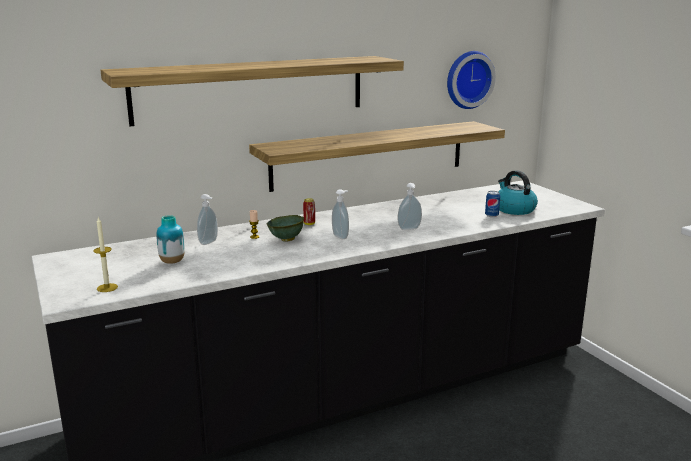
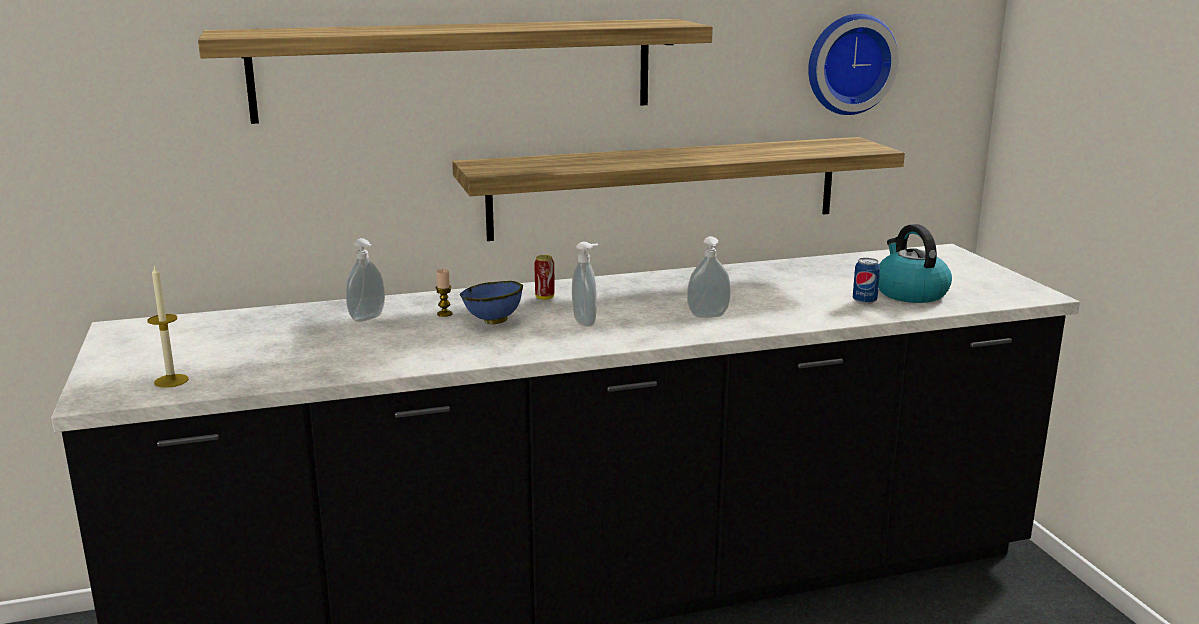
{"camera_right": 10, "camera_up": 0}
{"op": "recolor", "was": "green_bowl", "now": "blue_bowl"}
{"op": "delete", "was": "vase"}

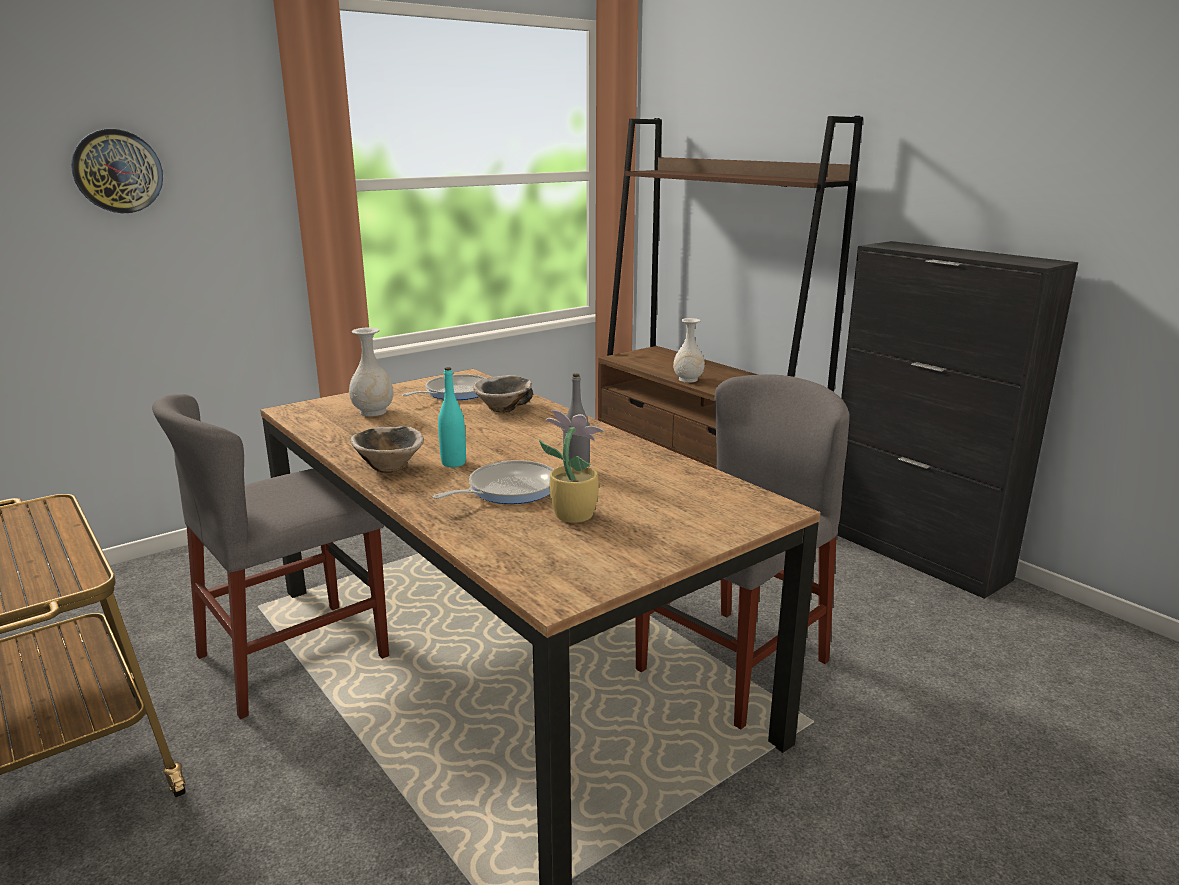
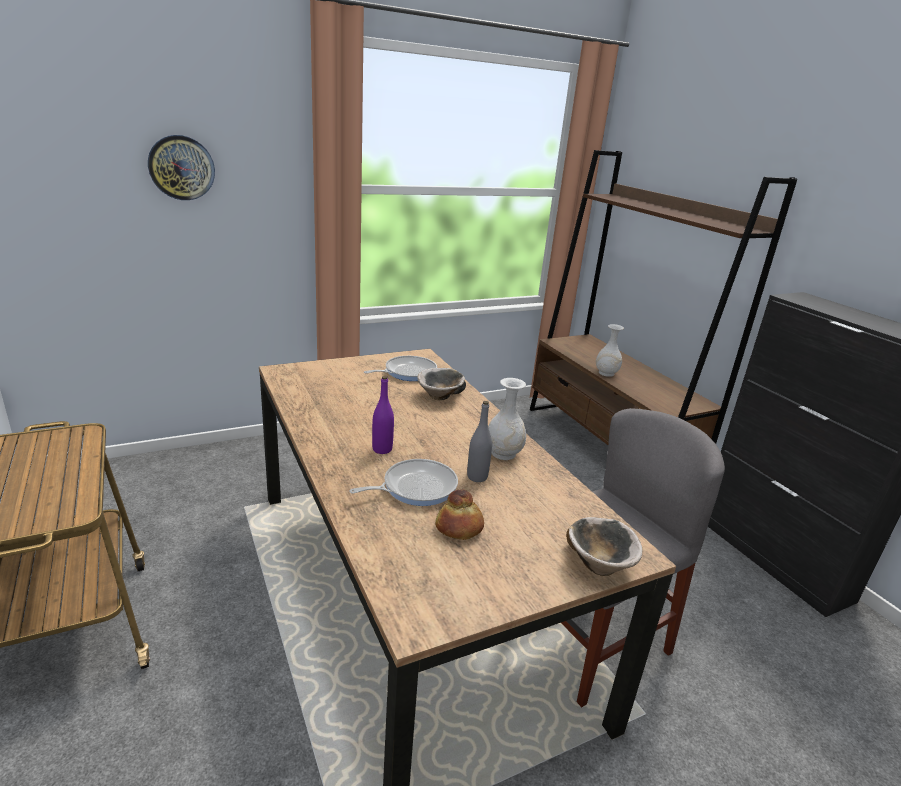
{"camera_right": 10, "camera_up": 5}
{"op": "recolor", "was": "turquoise_bottle", "now": "purple_bottle"}
{"op": "replace", "was": "potted_plant", "now": "bread"}
{"op": "move", "was": "white_vase (1st from left)"}
{"op": "move", "was": "bowl (1st from left in the first image)", "now": "bowl (2nd from left)"}
{"op": "delete", "was": "grey_chair (1st from left)"}

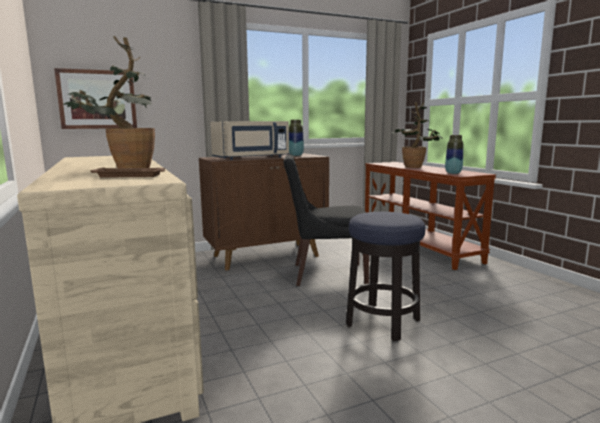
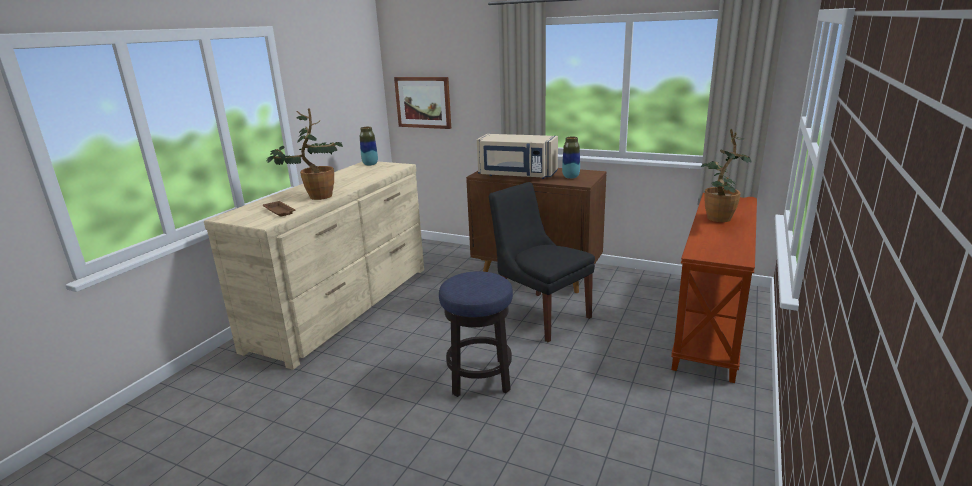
{"camera_right": 50, "camera_up": 10}
{"op": "move", "was": "vase (2nd from left in the first image)", "now": "vase (1st from left)"}

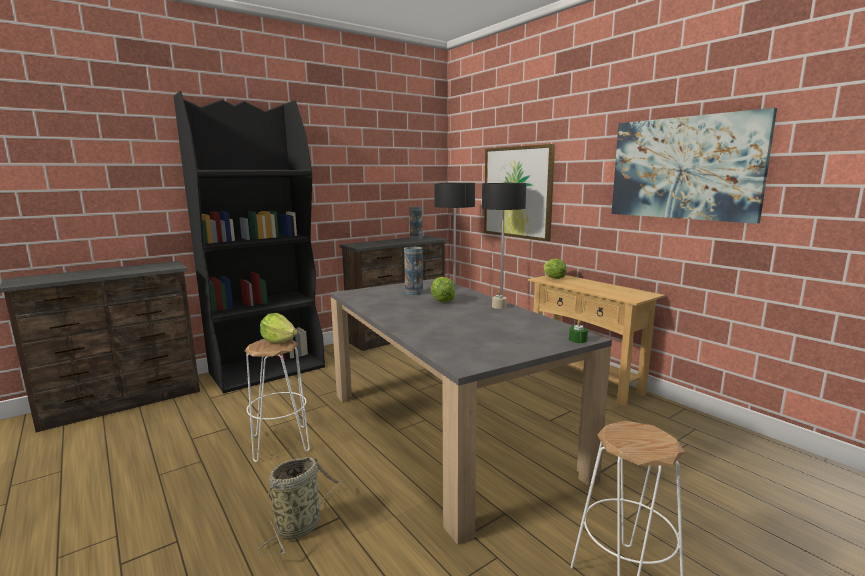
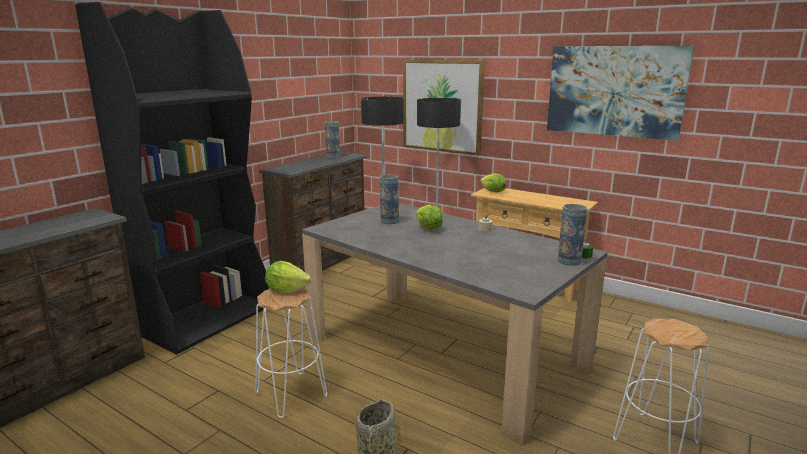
{"camera_right": -20, "camera_up": 5}
{"op": "insert", "now": "vase (3rd from left)"}

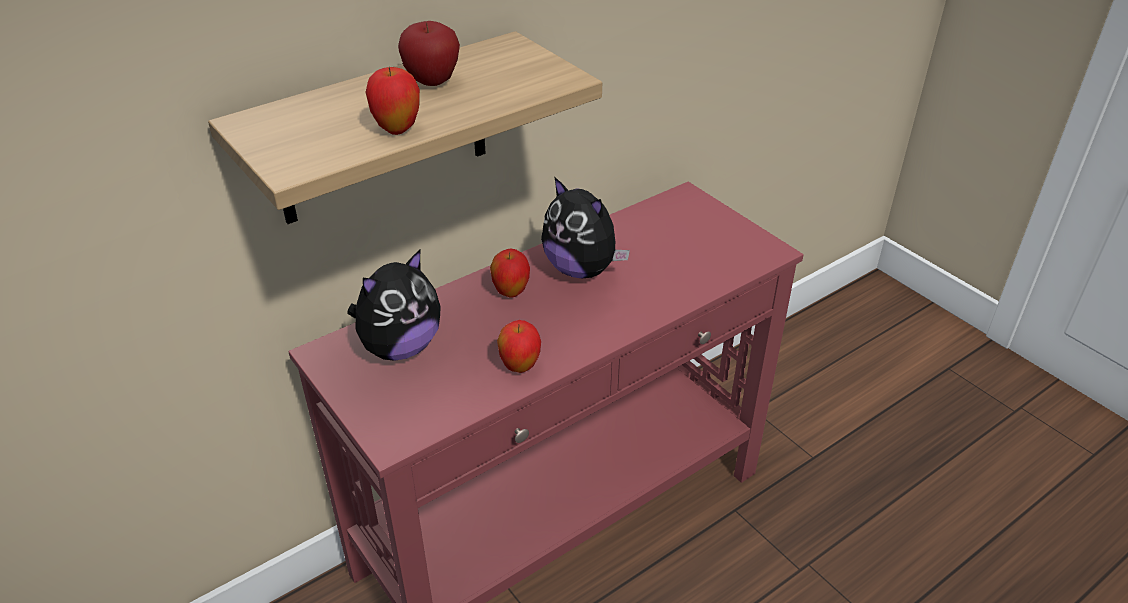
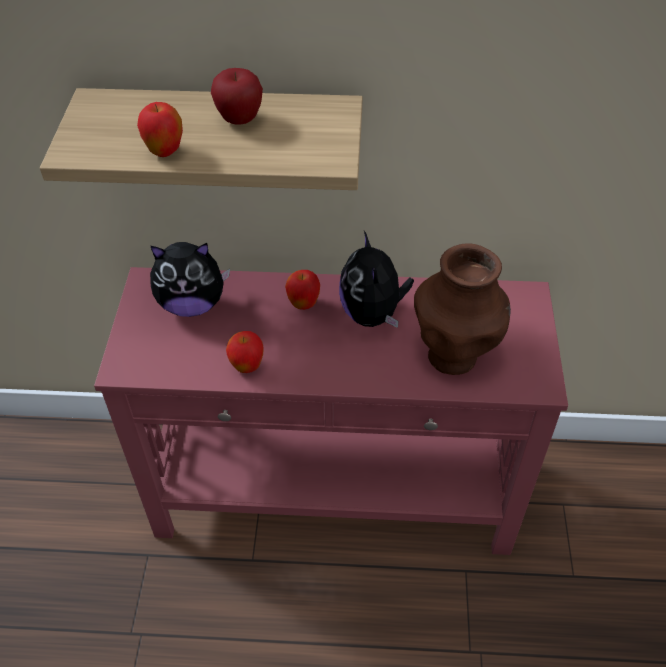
{"camera_right": 40, "camera_up": 10}
{"op": "insert", "now": "brown_vase"}

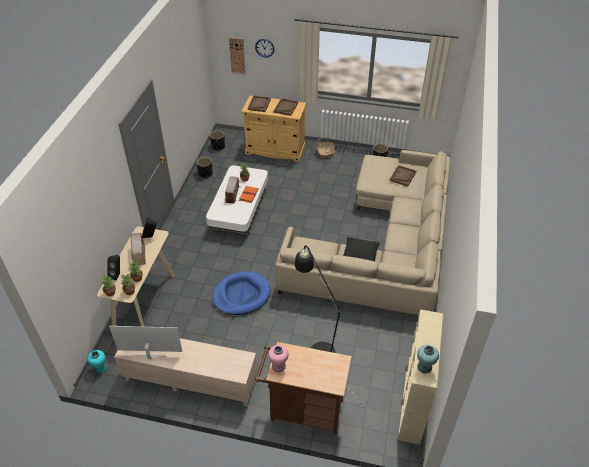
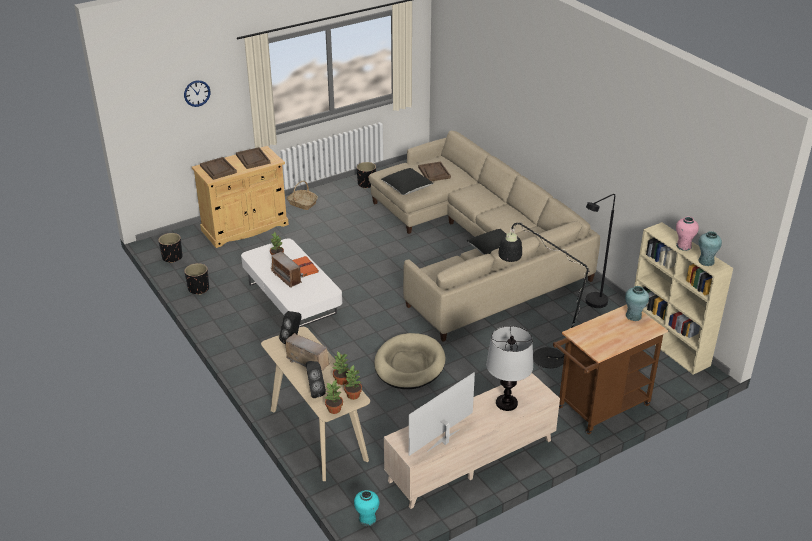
{"camera_right": -45, "camera_up": -10}
{"op": "recolor", "was": "blue_dog_bed", "now": "beige_dog_bed"}
{"op": "insert", "now": "black_pillow (1st from left)"}
{"op": "insert", "now": "table_lamp"}
{"op": "insert", "now": "black_floor_lamp (2nd from left)"}
{"op": "insert", "now": "turquoise_vase (2nd from left)"}
{"op": "move", "was": "pink_vase"}
{"op": "delete", "was": "wall_clock (1st from left)"}

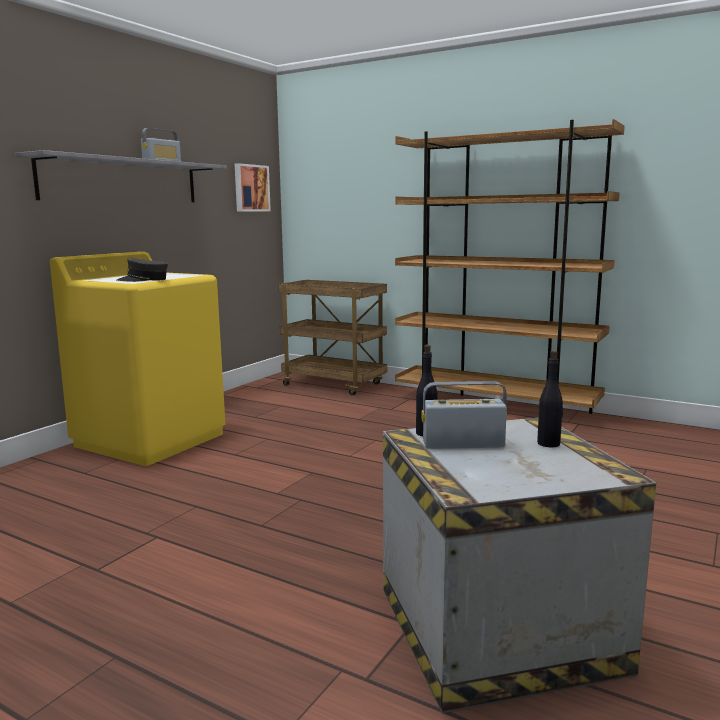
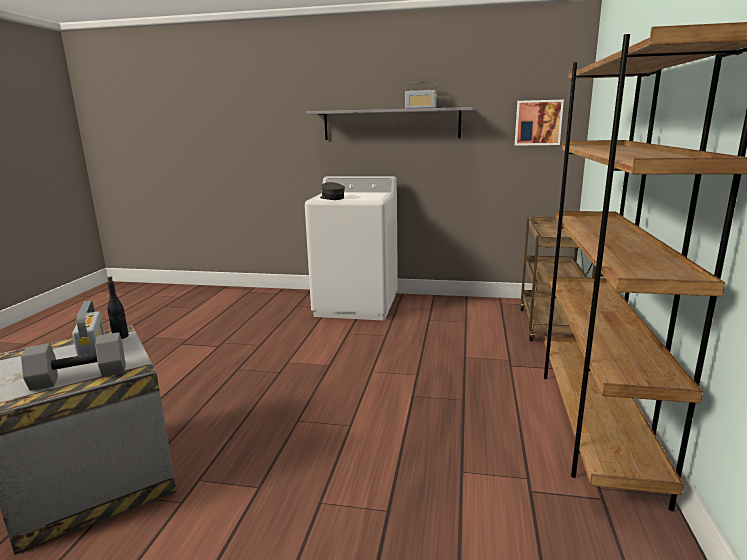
{"camera_right": 70, "camera_up": 5}
{"op": "replace", "was": "black_bottle (2nd from left)", "now": "grey_dumbbell"}
{"op": "recolor", "was": "yellow_washing_machine", "now": "white_washing_machine"}

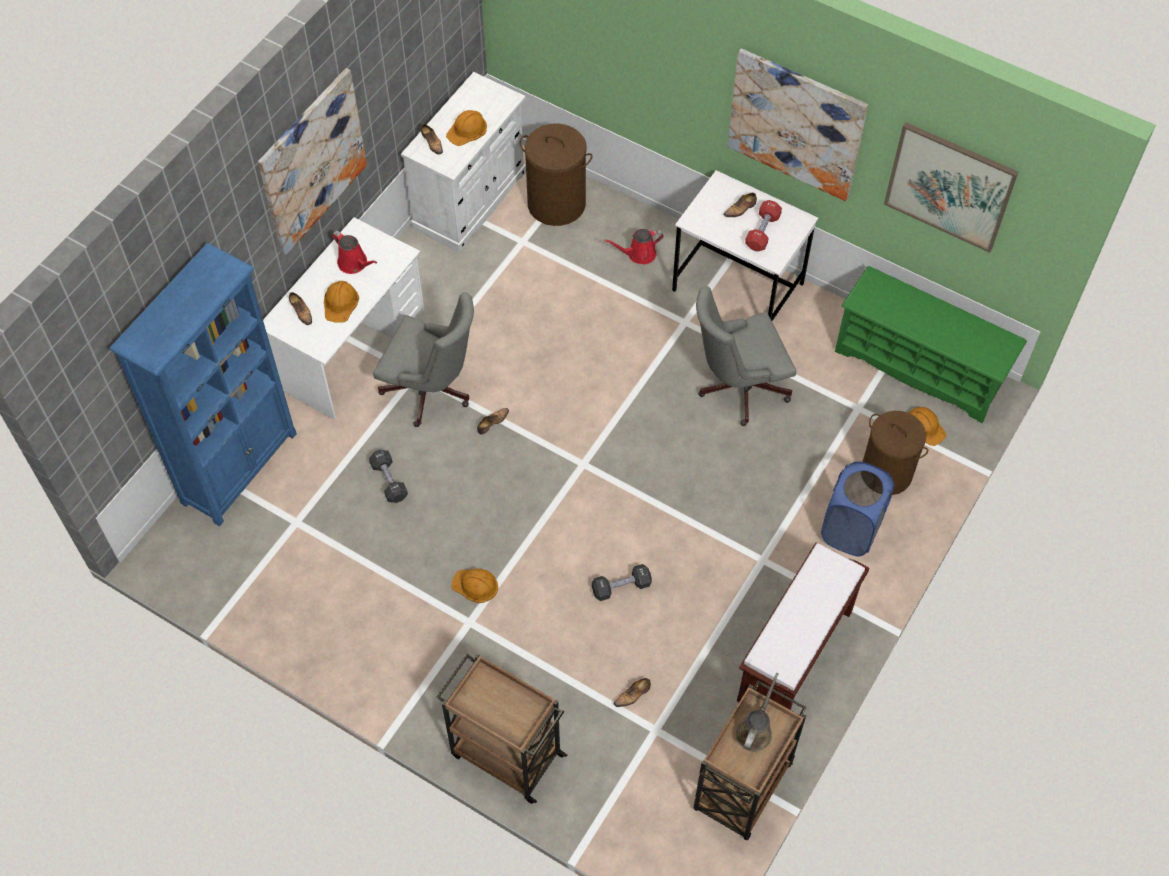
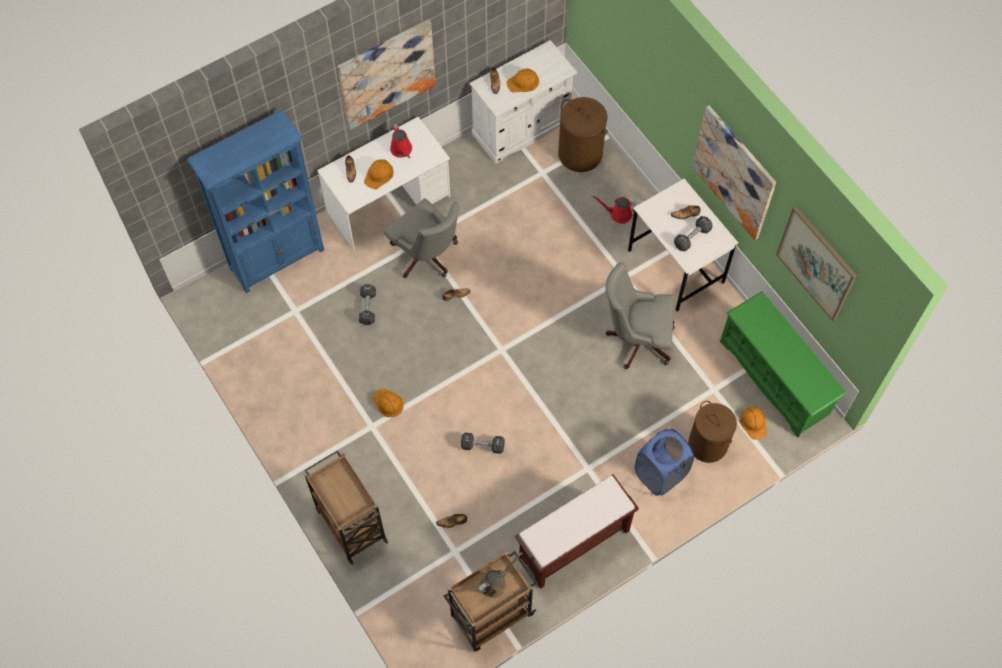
{"camera_right": 25, "camera_up": 5}
{"op": "recolor", "was": "red_dumbbell", "now": "black_dumbbell (3rd from left)"}

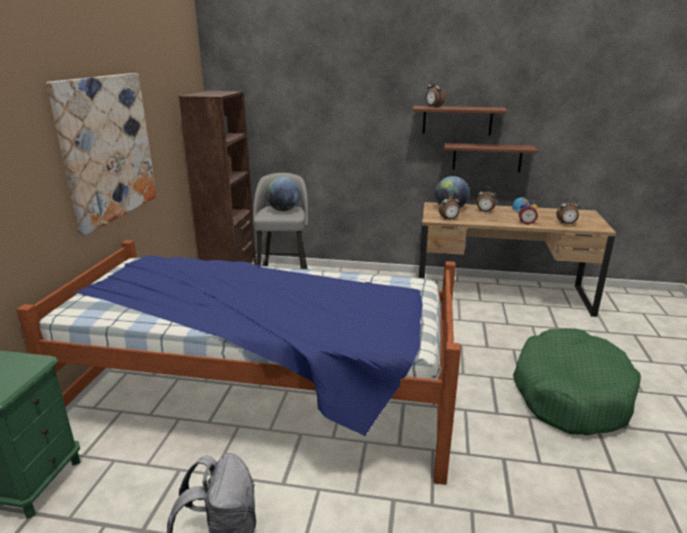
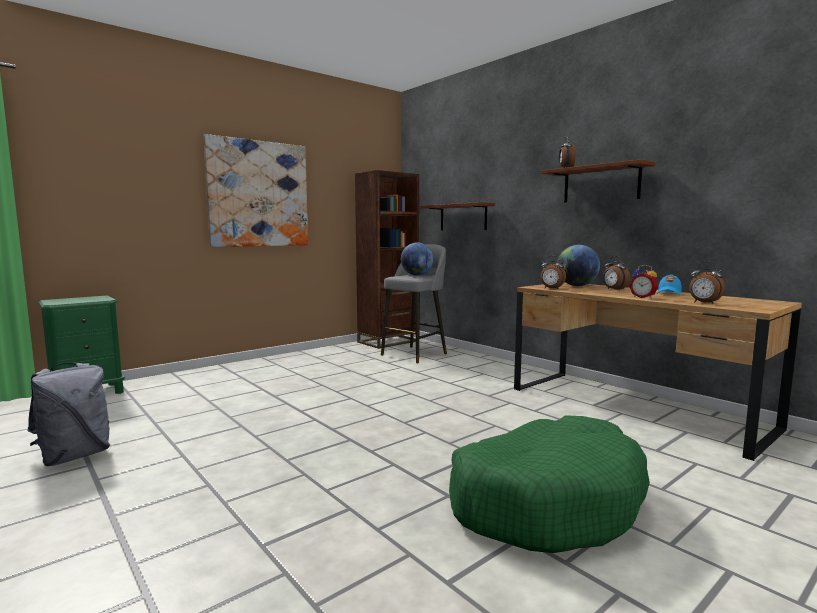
{"camera_right": 40, "camera_up": -15}
{"op": "move", "was": "brown_shelf (2nd from left in the first image)", "now": "brown_shelf (1st from left)"}
{"op": "delete", "was": "bed"}

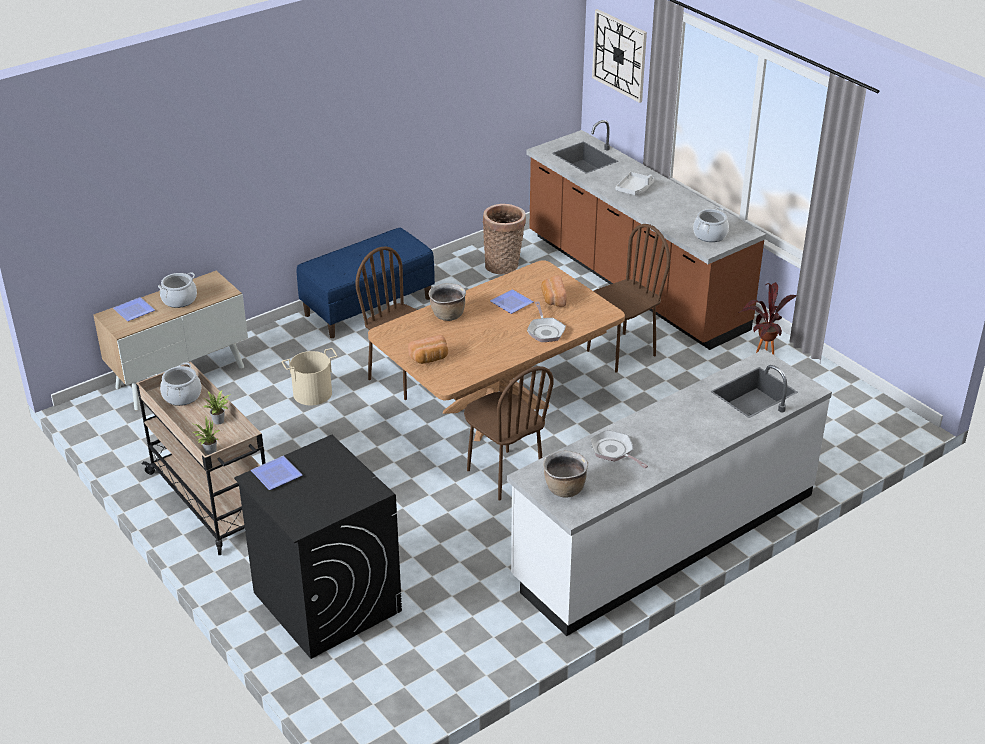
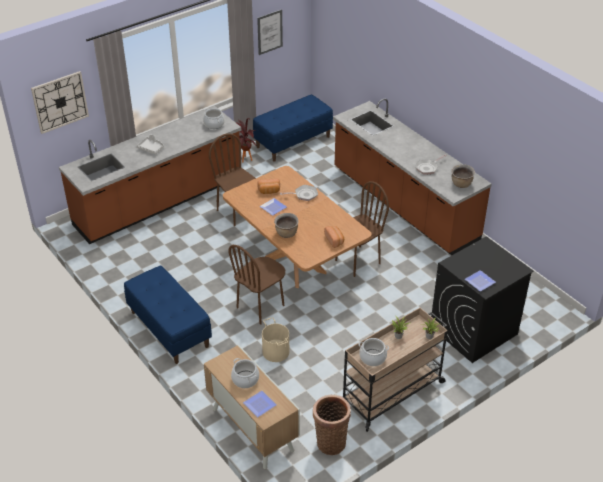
{"camera_right": -90, "camera_up": 5}
{"op": "insert", "now": "blue_bench (2nd from left)"}
{"op": "insert", "now": "picture"}
{"op": "move", "was": "basket"}
{"op": "recolor", "was": "white_counter", "now": "brown_counter (2nd from left)"}

